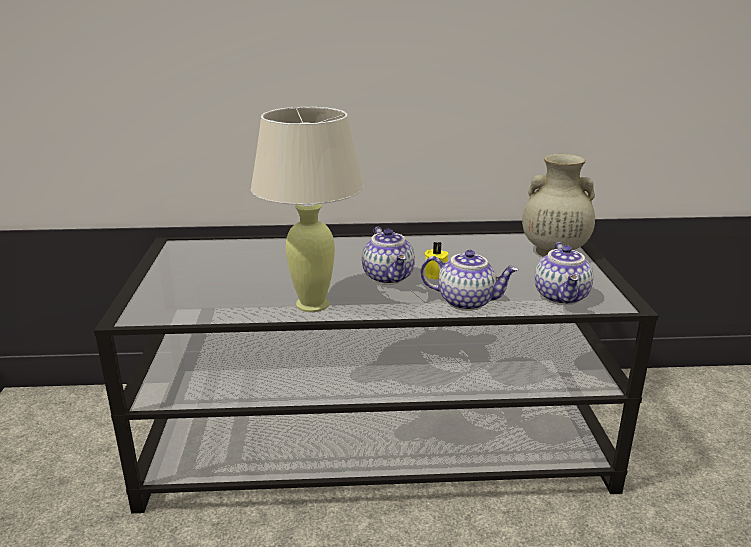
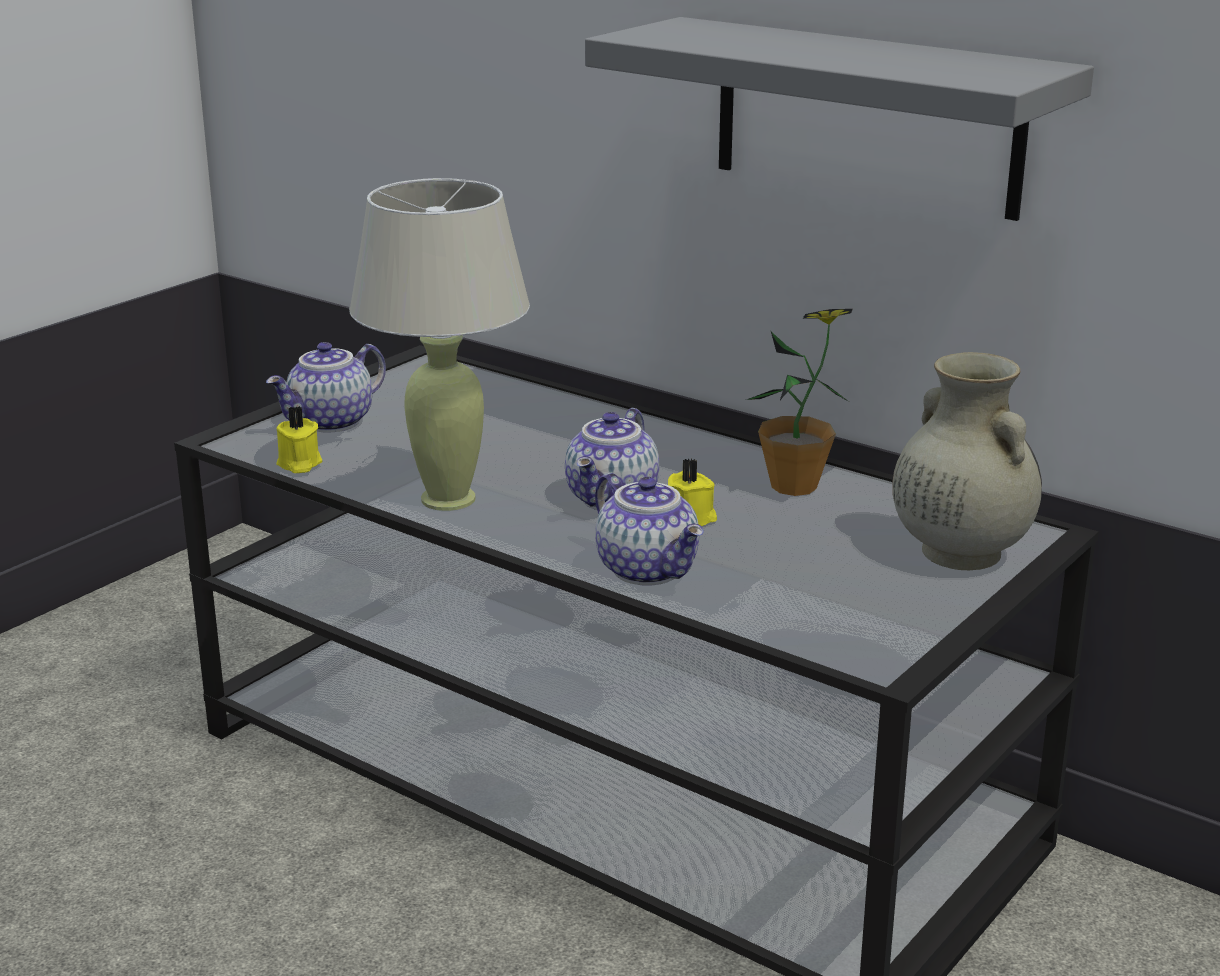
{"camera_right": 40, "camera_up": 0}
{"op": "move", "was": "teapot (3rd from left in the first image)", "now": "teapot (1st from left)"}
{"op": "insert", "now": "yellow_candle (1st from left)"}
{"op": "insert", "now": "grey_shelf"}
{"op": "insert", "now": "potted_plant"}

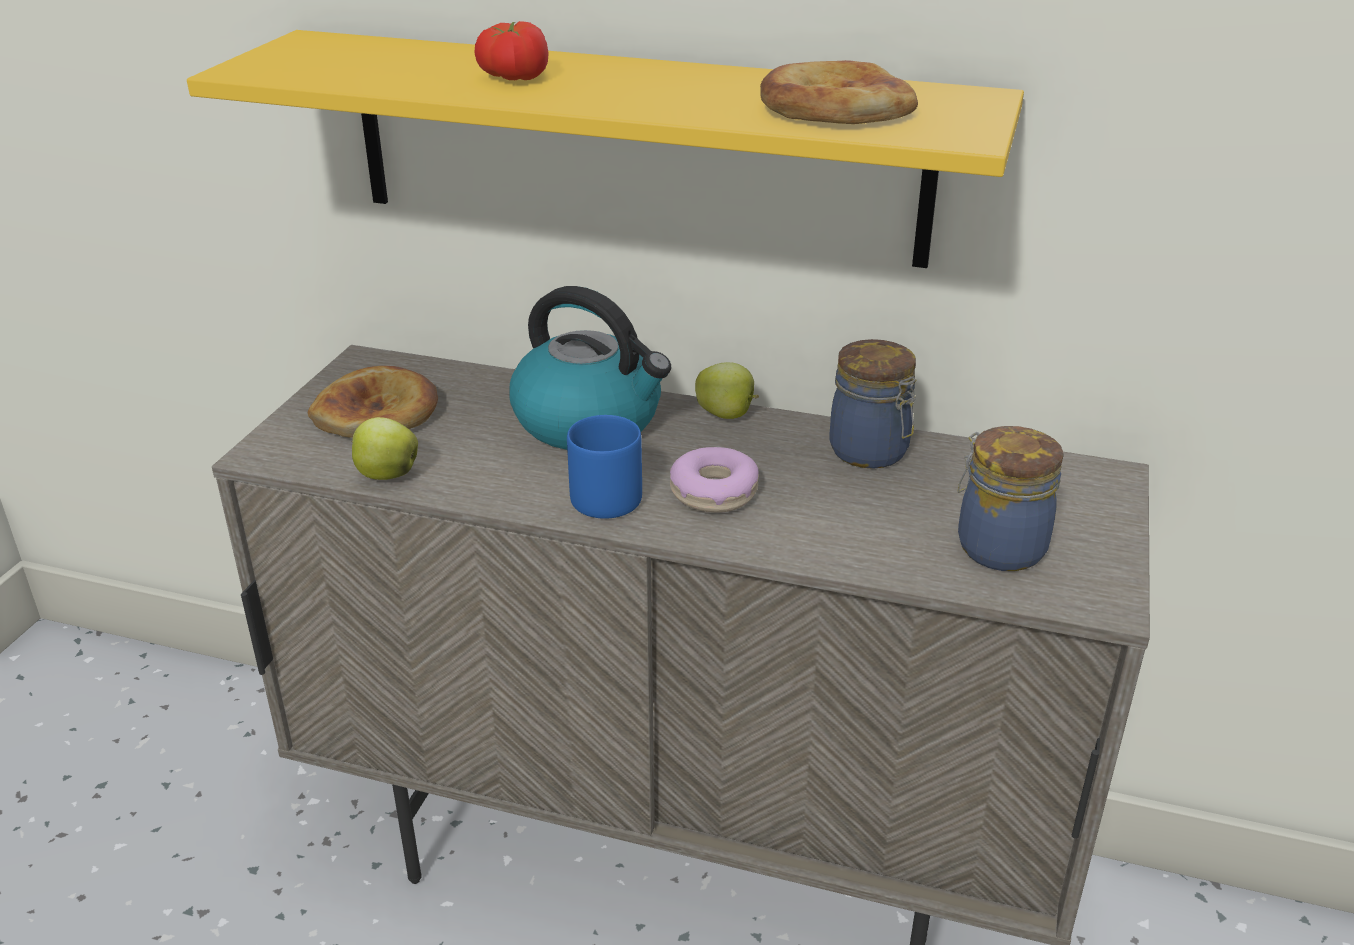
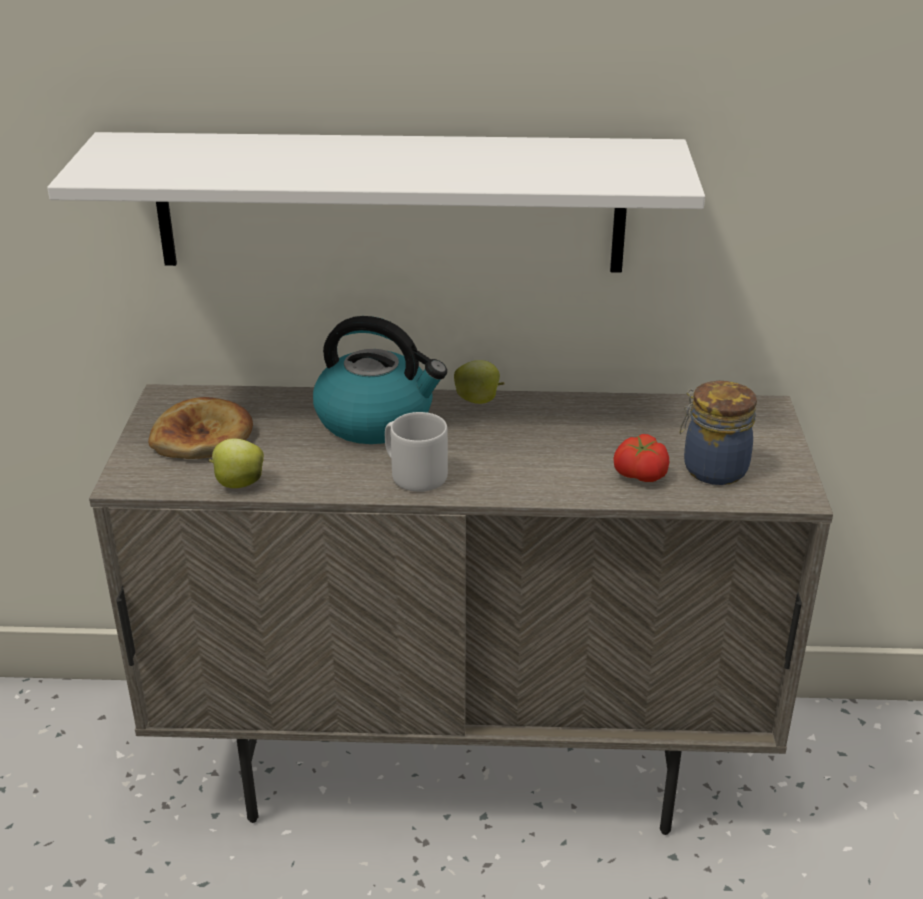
{"camera_right": -15, "camera_up": 0}
{"op": "recolor", "was": "yellow_shelf", "now": "white_shelf"}
{"op": "recolor", "was": "blue_mug", "now": "grey_mug"}
{"op": "move", "was": "tomato"}
{"op": "delete", "was": "donut"}
{"op": "delete", "was": "bread (2nd from left)"}
{"op": "delete", "was": "jar (1st from left)"}

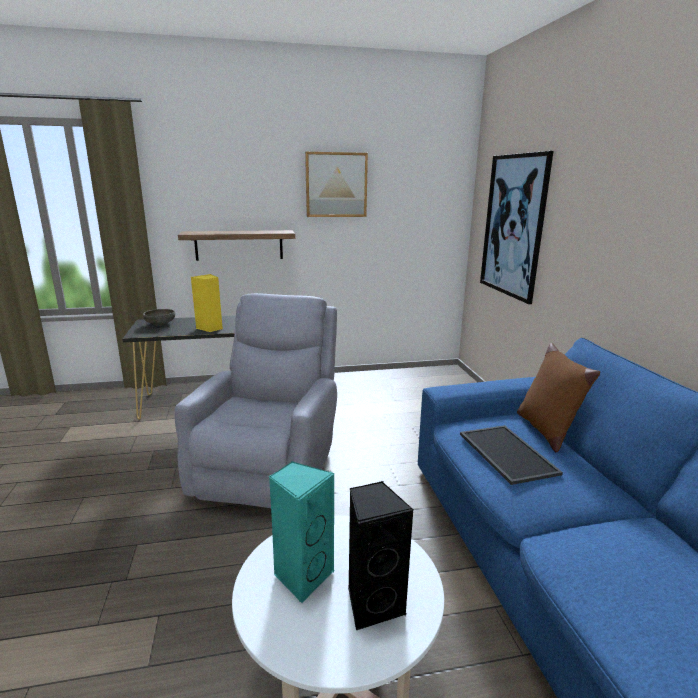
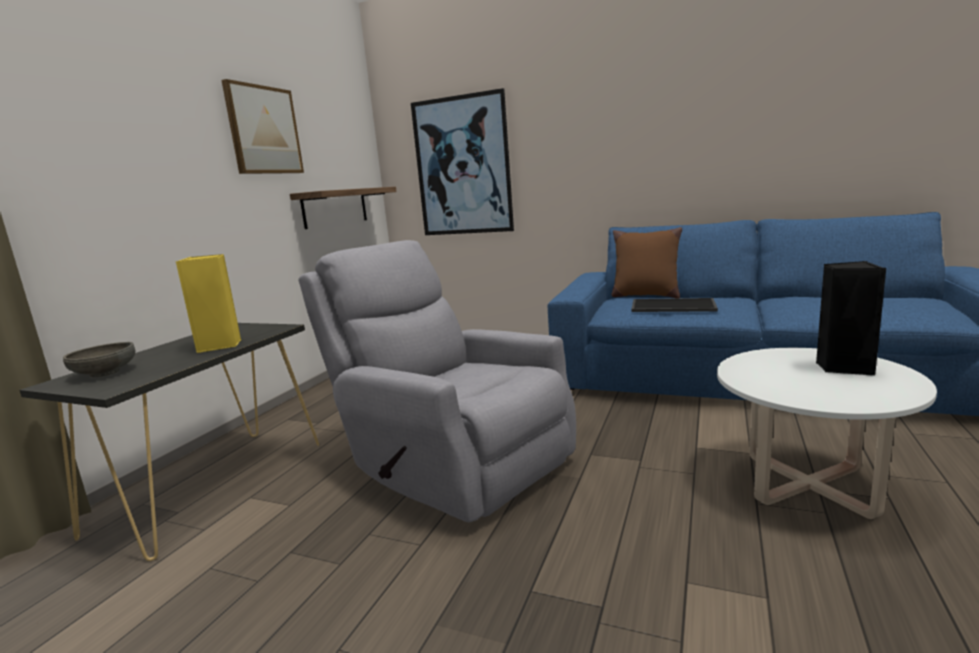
{"camera_right": -55, "camera_up": -5}
{"op": "move", "was": "shelf"}
{"op": "delete", "was": "turquoise_speaker"}

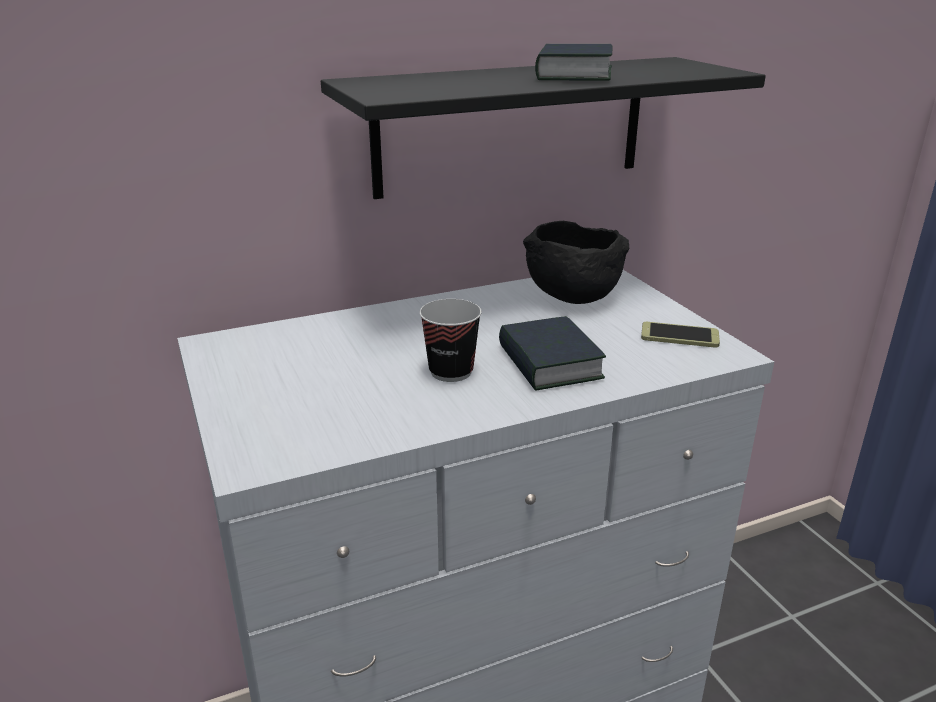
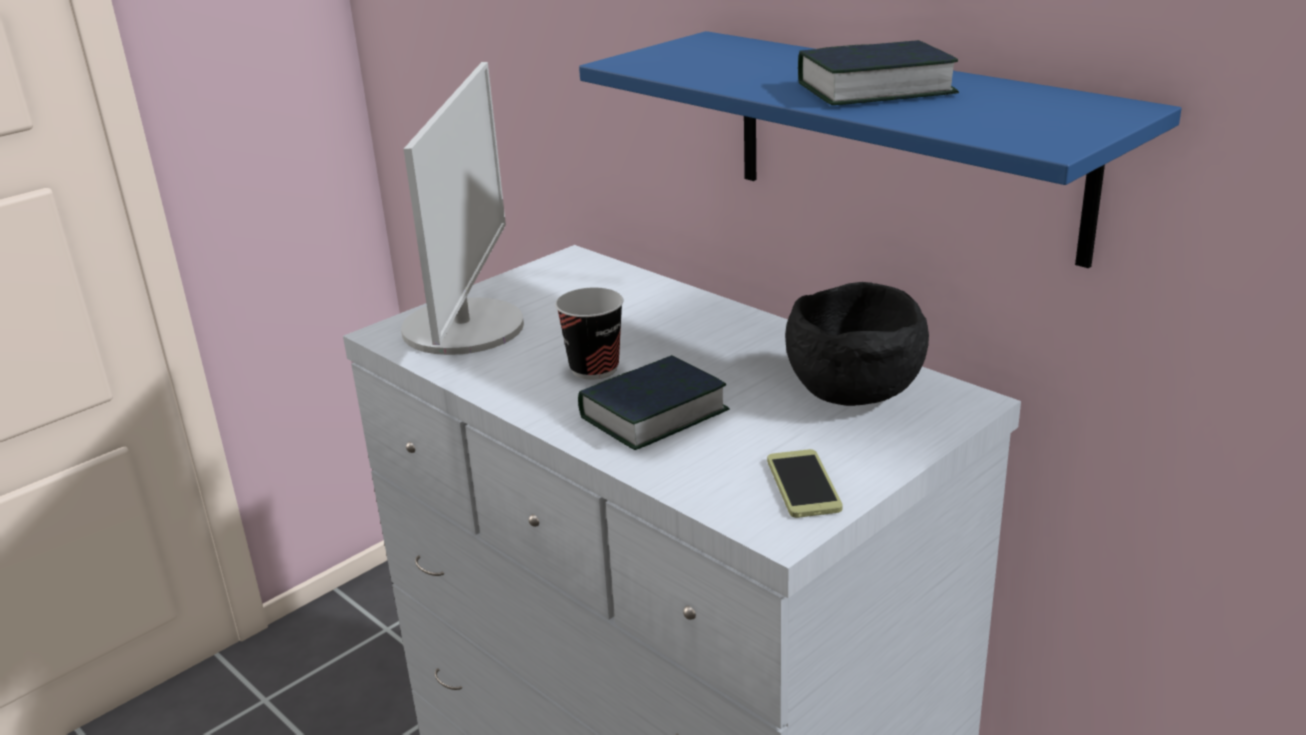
{"camera_right": 70, "camera_up": 0}
{"op": "insert", "now": "monitor"}
{"op": "recolor", "was": "black_shelf", "now": "blue_shelf"}

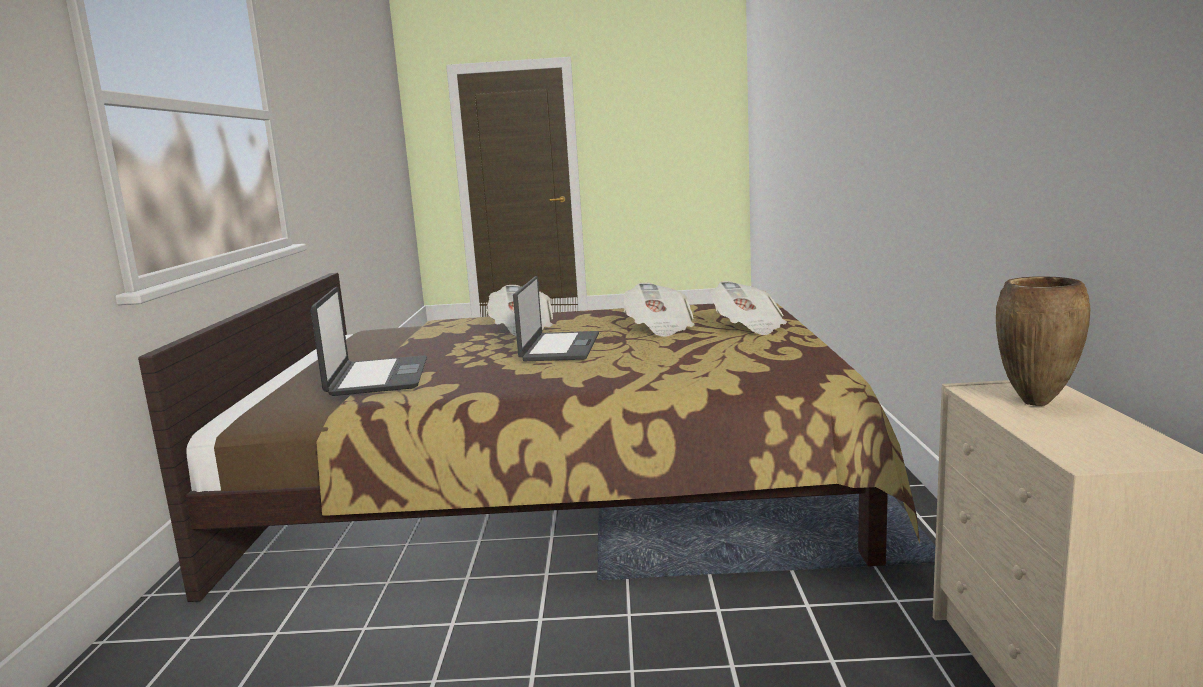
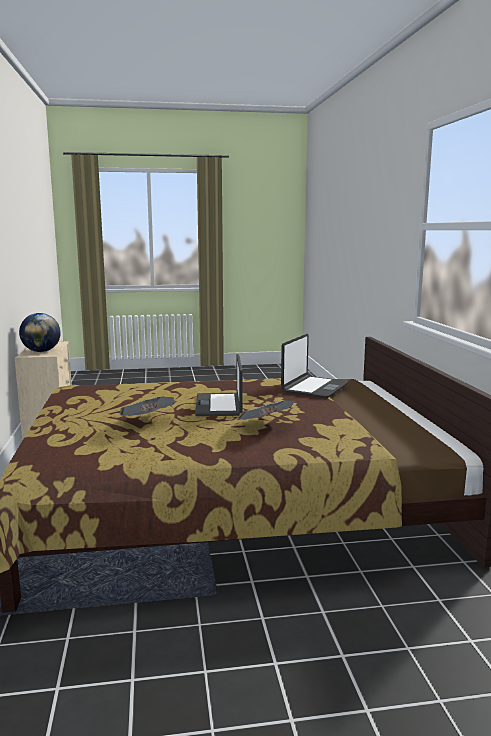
{"camera_right": 170, "camera_up": 0}
{"op": "replace", "was": "brown_vase", "now": "globe"}
{"op": "rotate", "was": "laptop (1st from left in the first image)", "clockwise": -135}
{"op": "delete", "was": "newspaper (3rd from left)"}

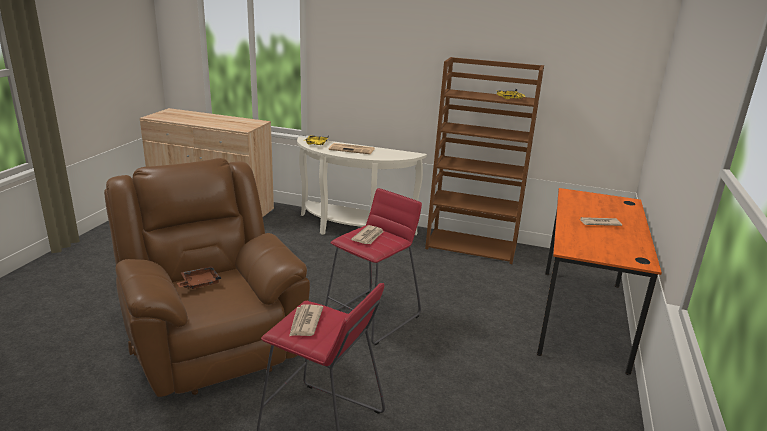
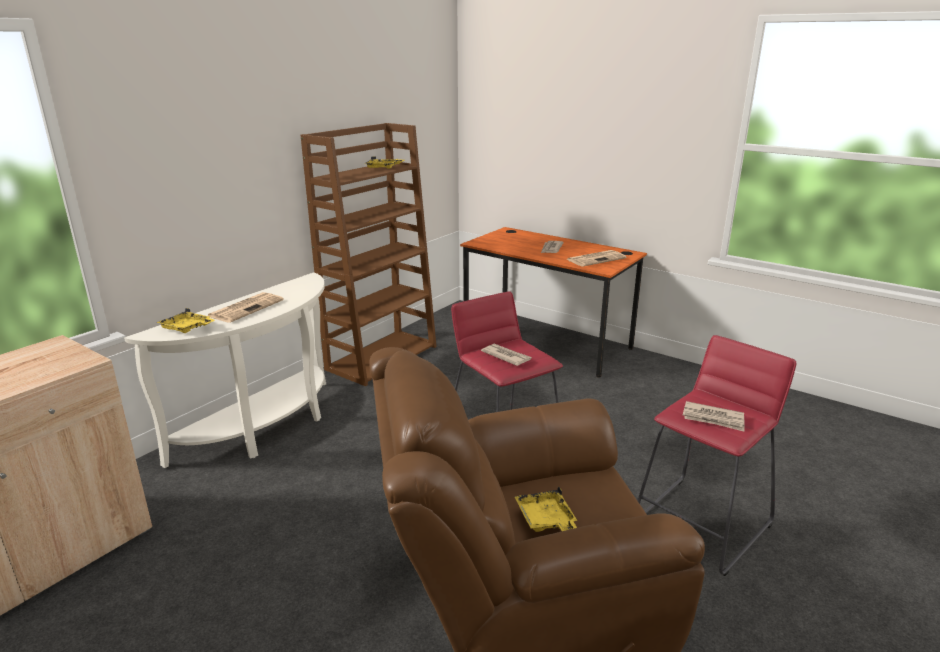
{"camera_right": -70, "camera_up": 0}
{"op": "recolor", "was": "brown_tray", "now": "yellow_tray (3rd from left)"}
{"op": "insert", "now": "newspaper (4th from left)"}

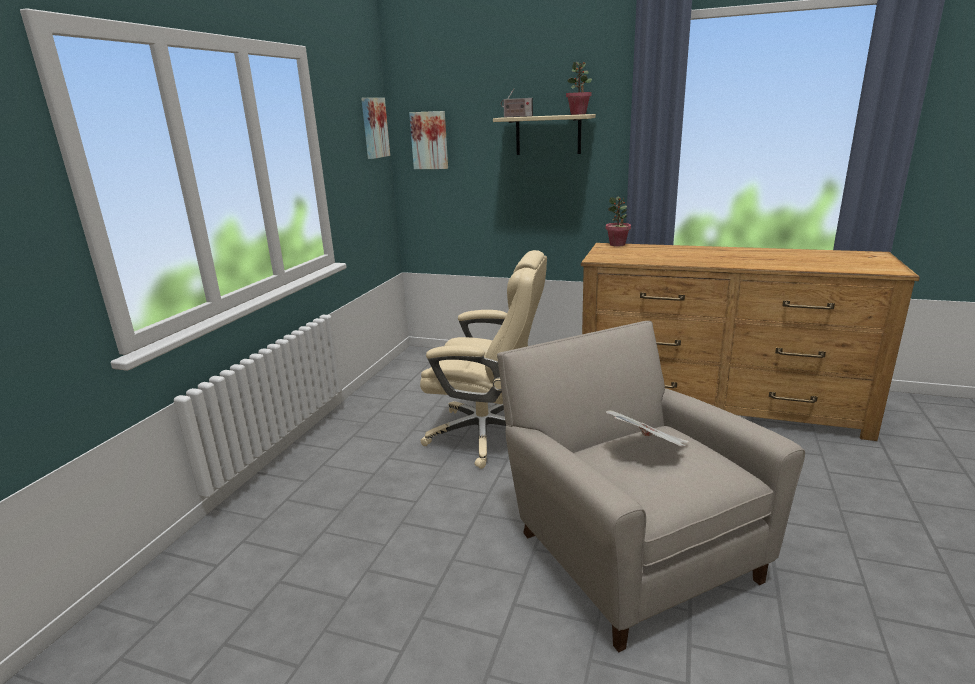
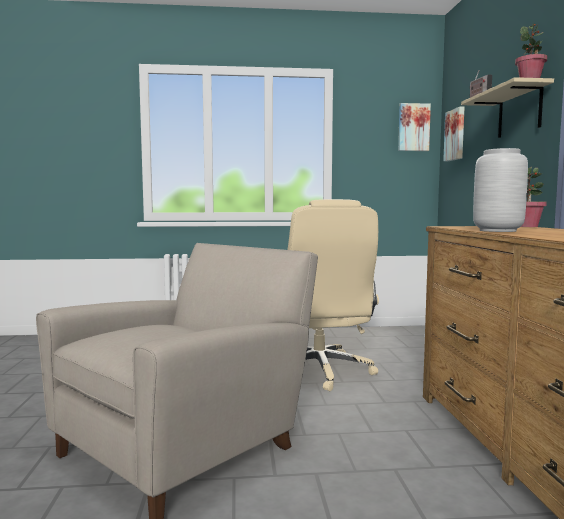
{"camera_right": 65, "camera_up": -15}
{"op": "insert", "now": "grey_vase"}
{"op": "delete", "was": "newspaper"}

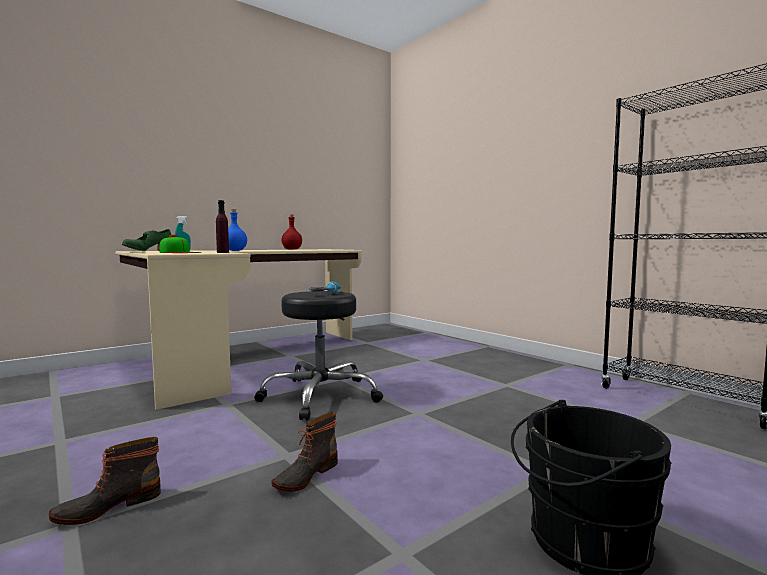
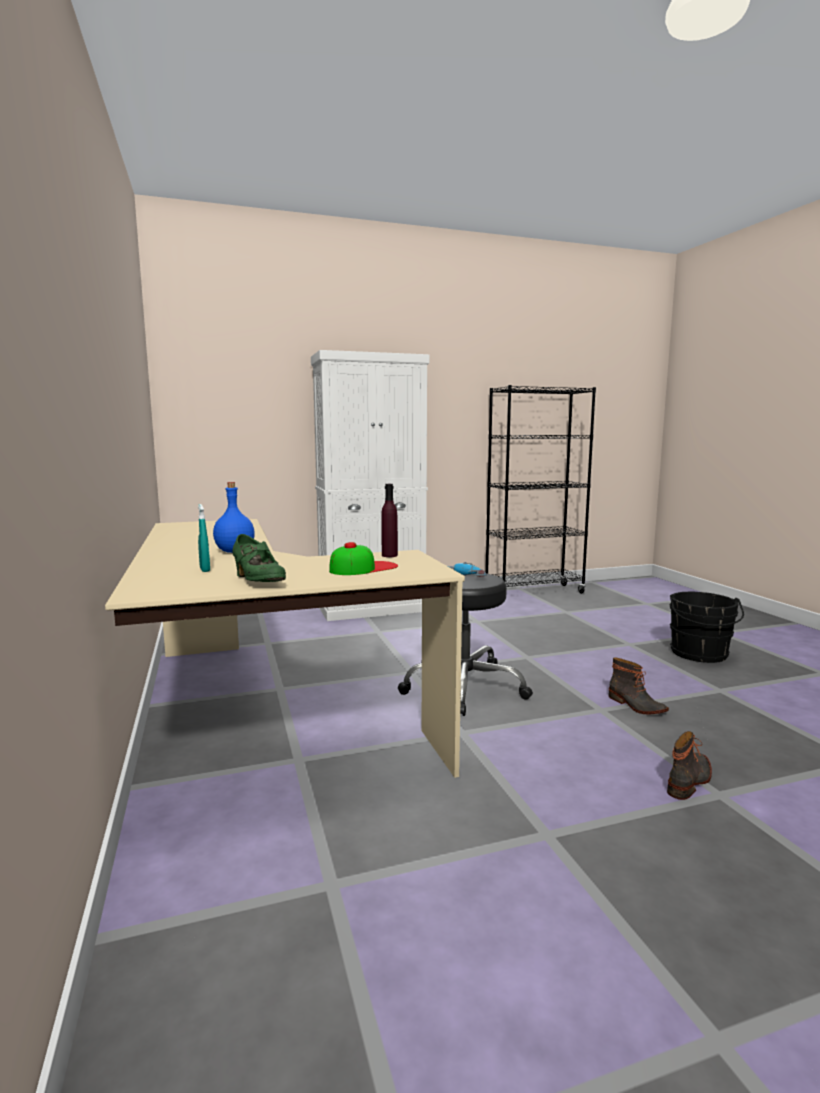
{"camera_right": -70, "camera_up": 5}
{"op": "insert", "now": "white_cabinet"}
{"op": "rotate", "was": "boot (1st from left in the first image)", "clockwise": -120}
{"op": "delete", "was": "red_bottle"}

